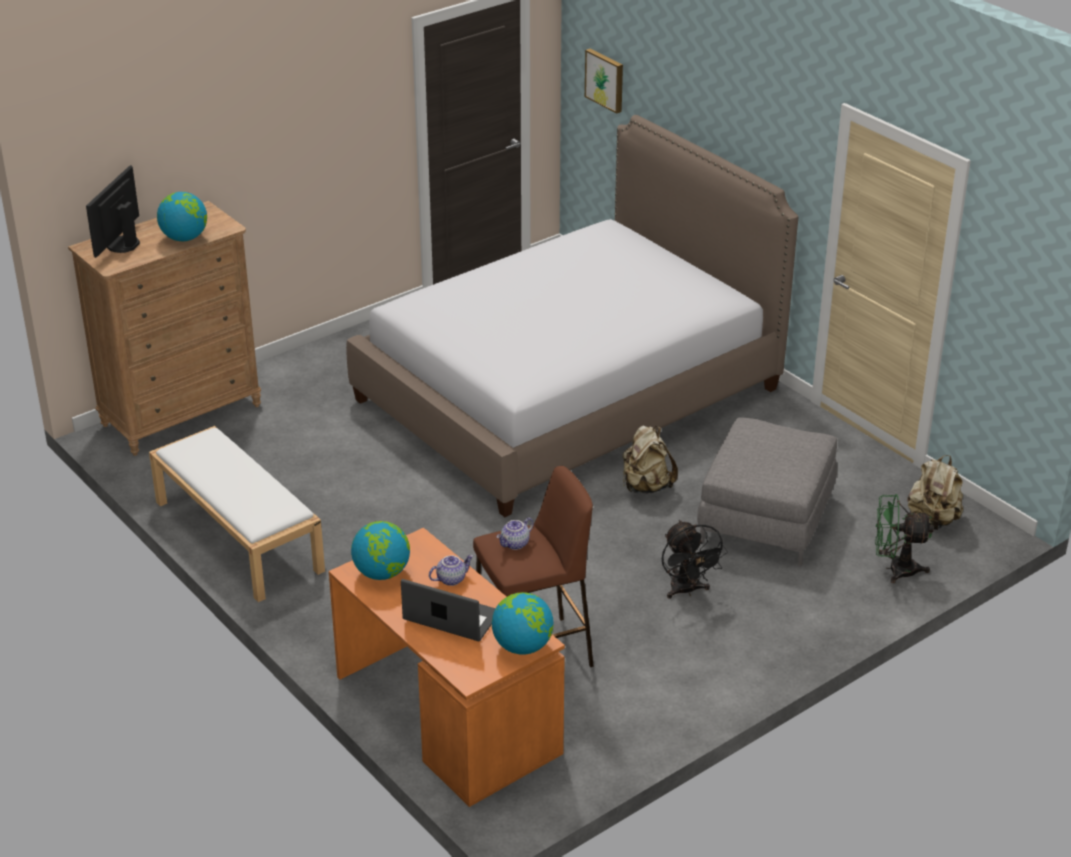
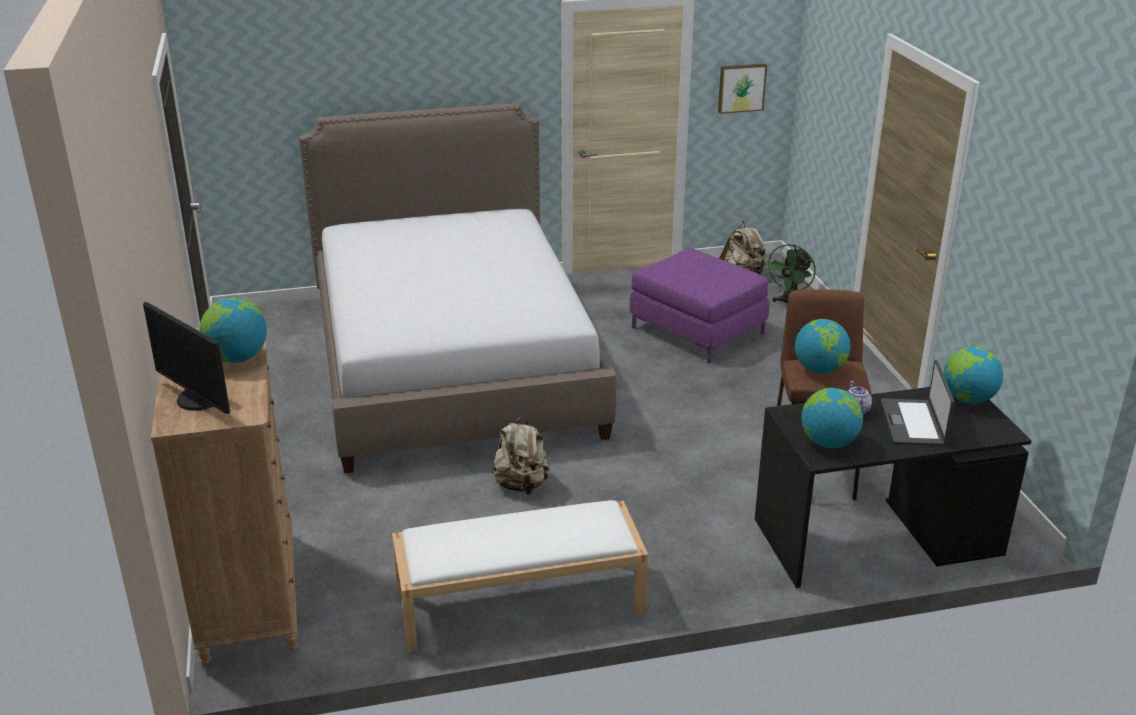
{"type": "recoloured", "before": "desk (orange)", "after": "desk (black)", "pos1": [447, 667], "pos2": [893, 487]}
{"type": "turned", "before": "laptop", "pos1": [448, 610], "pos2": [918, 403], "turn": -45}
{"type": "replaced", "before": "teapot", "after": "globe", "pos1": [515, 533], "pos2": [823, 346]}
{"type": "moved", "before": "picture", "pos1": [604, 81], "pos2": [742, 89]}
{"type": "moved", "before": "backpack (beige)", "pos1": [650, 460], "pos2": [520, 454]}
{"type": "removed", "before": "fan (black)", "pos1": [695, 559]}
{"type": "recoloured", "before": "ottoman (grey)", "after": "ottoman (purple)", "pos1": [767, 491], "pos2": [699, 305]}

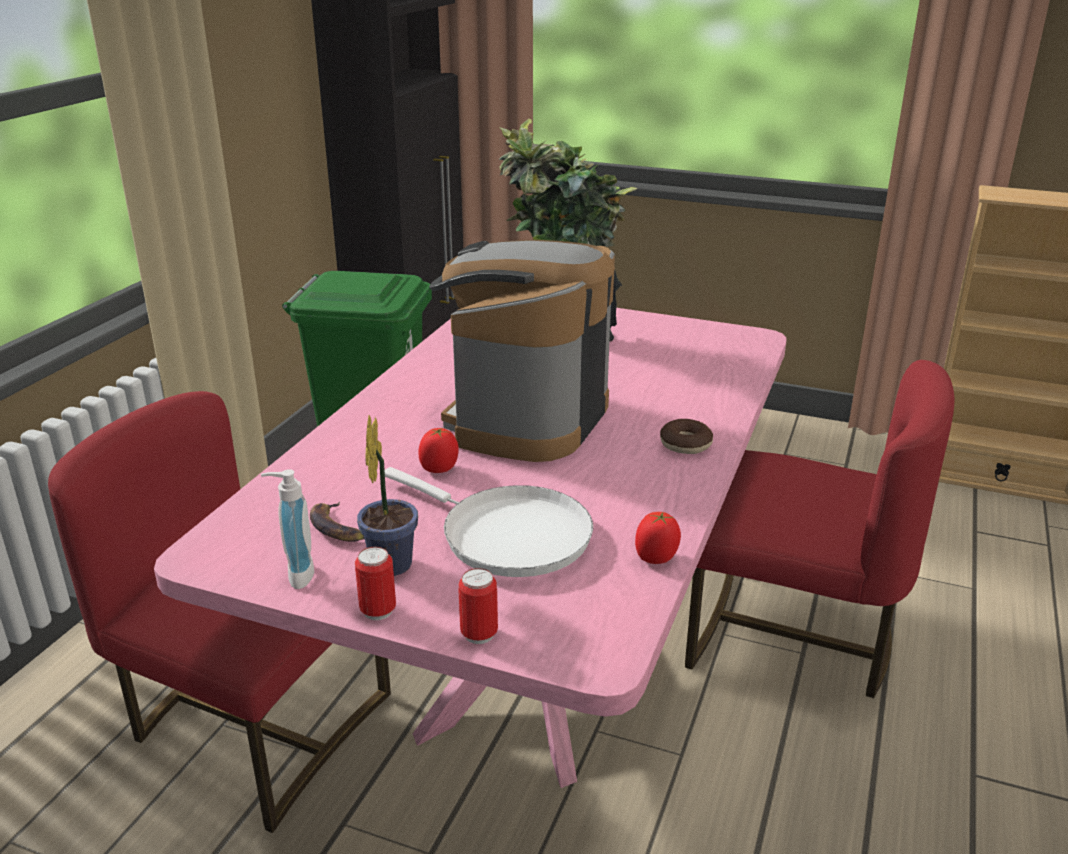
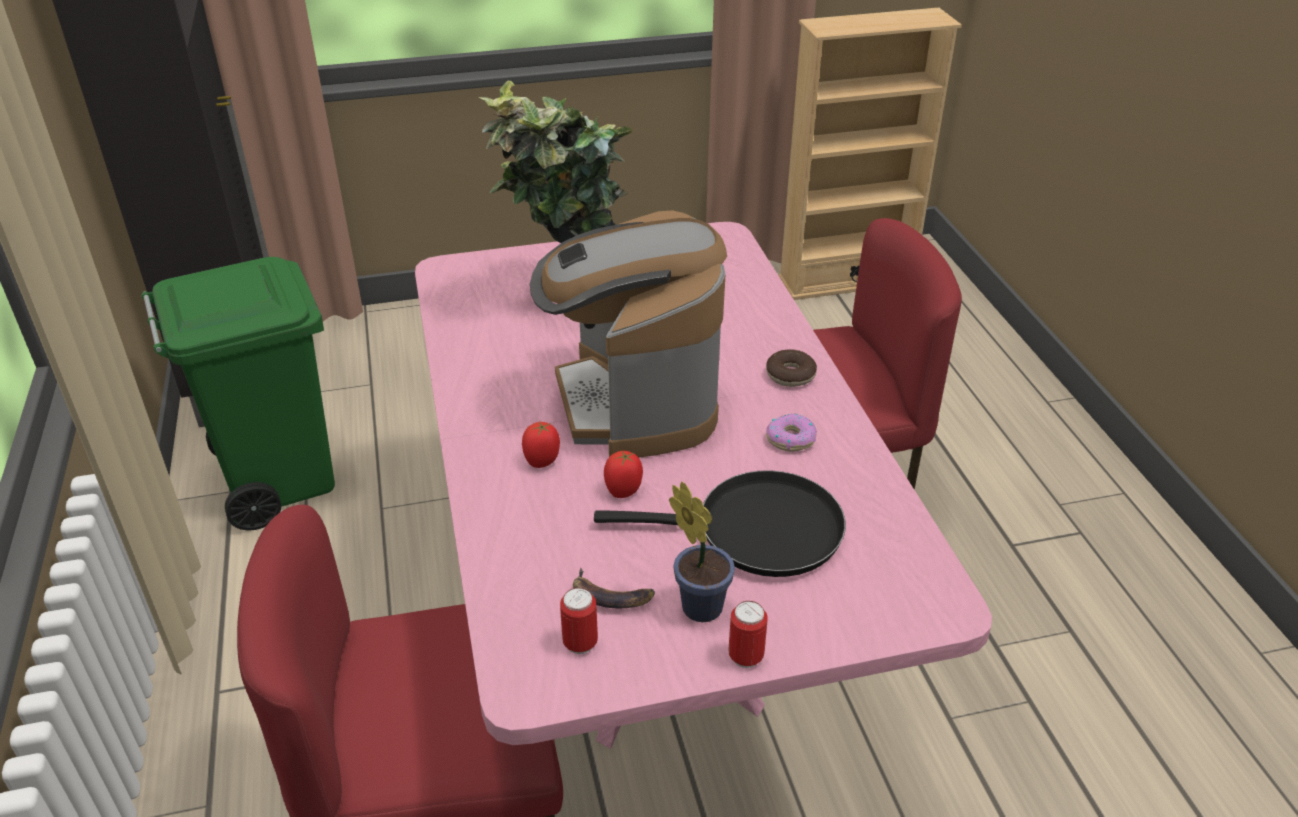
{"type": "removed", "before": "soap dispenser", "pos1": [287, 529]}
{"type": "recoloured", "before": "frying pan (white)", "after": "frying pan (black)", "pos1": [489, 522], "pos2": [720, 523]}
{"type": "moved", "before": "can", "pos1": [478, 606], "pos2": [579, 620]}
{"type": "moved", "before": "tomato", "pos1": [658, 538], "pos2": [541, 445]}
{"type": "added", "after": "donut", "pos2": [791, 433]}

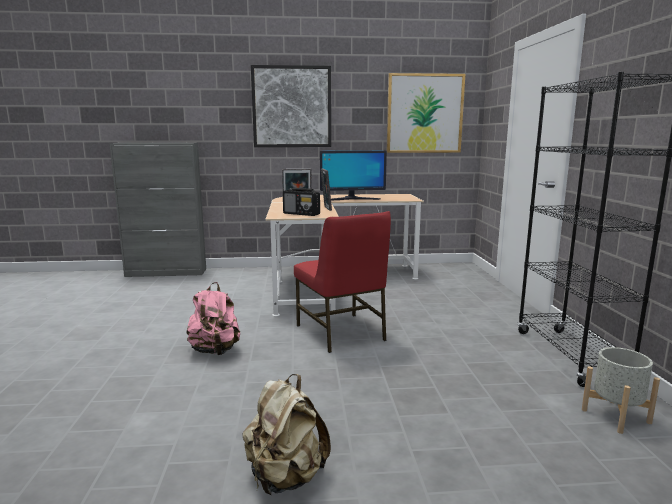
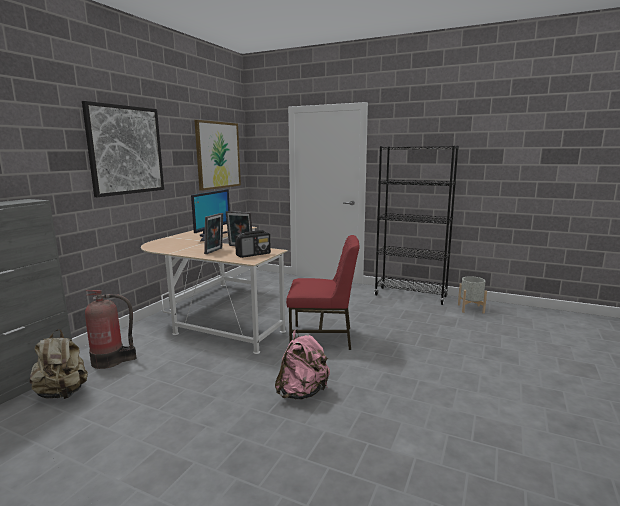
{"type": "moved", "before": "backpack (beige)", "pos1": [286, 434], "pos2": [58, 364]}
{"type": "added", "after": "fire extinguisher", "pos2": [110, 329]}

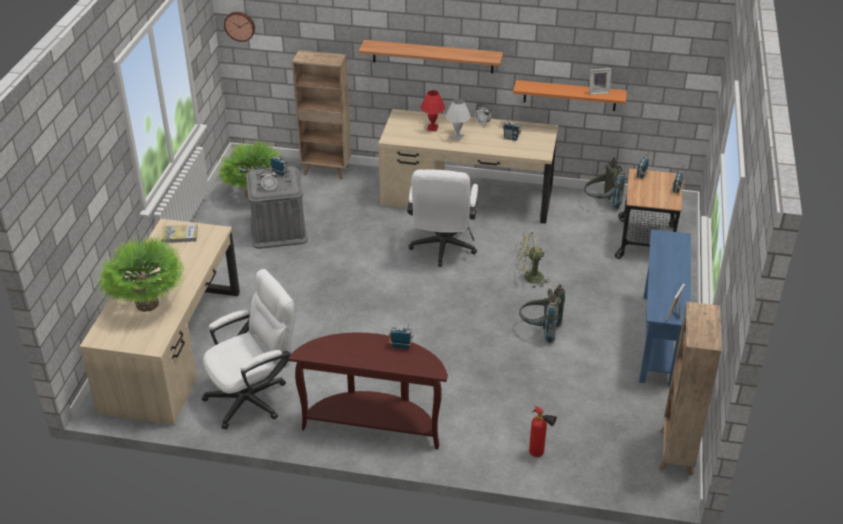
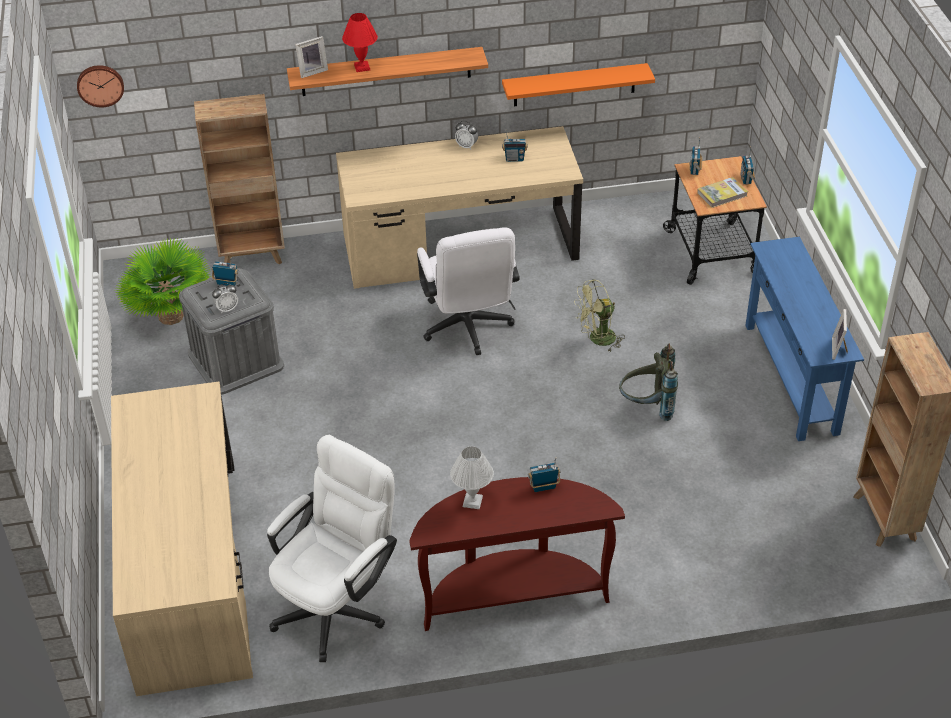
{"type": "removed", "before": "potted plant", "pos1": [140, 274]}
{"type": "moved", "before": "book", "pos1": [179, 233], "pos2": [722, 192]}
{"type": "moved", "before": "table lamp (red)", "pos1": [433, 110], "pos2": [360, 42]}
{"type": "moved", "before": "table lamp (white)", "pos1": [458, 119], "pos2": [472, 477]}
{"type": "removed", "before": "fire extinguisher", "pos1": [543, 431]}
{"type": "removed", "before": "backpack (grey)", "pos1": [604, 183]}
{"type": "moved", "before": "picture frame", "pos1": [600, 81], "pos2": [311, 57]}

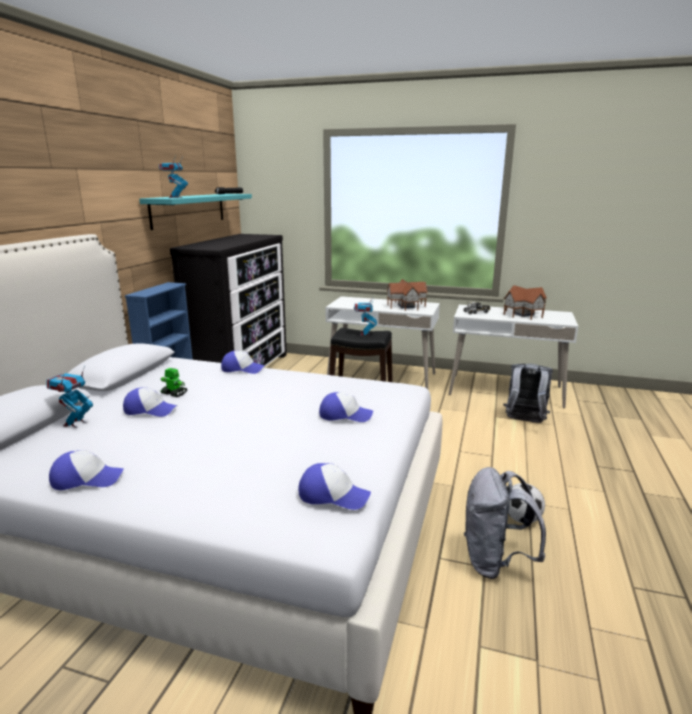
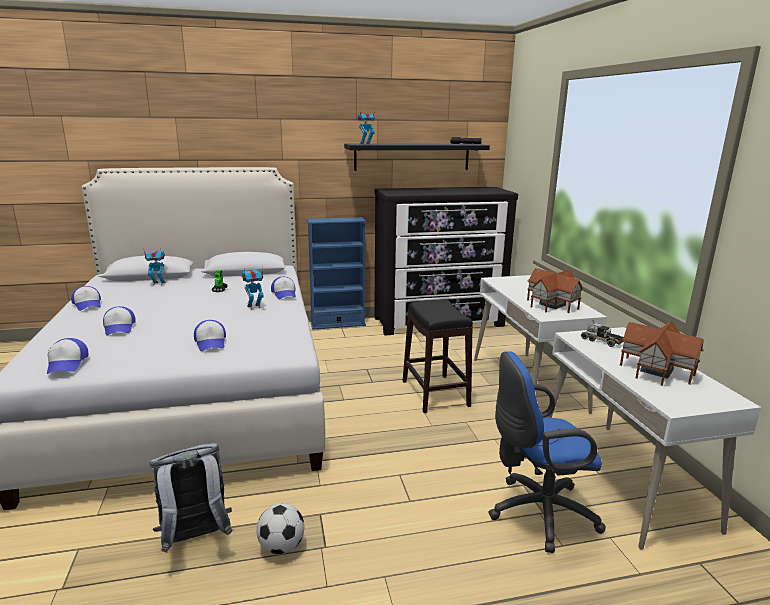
{"type": "moved", "before": "cap", "pos1": [150, 402], "pos2": [119, 321]}
{"type": "recoloured", "before": "shelf (turquoise)", "after": "shelf (black)", "pos1": [195, 212], "pos2": [417, 157]}
{"type": "moved", "before": "toy robot", "pos1": [365, 316], "pos2": [253, 288]}
{"type": "replaced", "before": "backpack (grey)", "after": "office chair (blue)", "pos1": [528, 393], "pos2": [547, 452]}

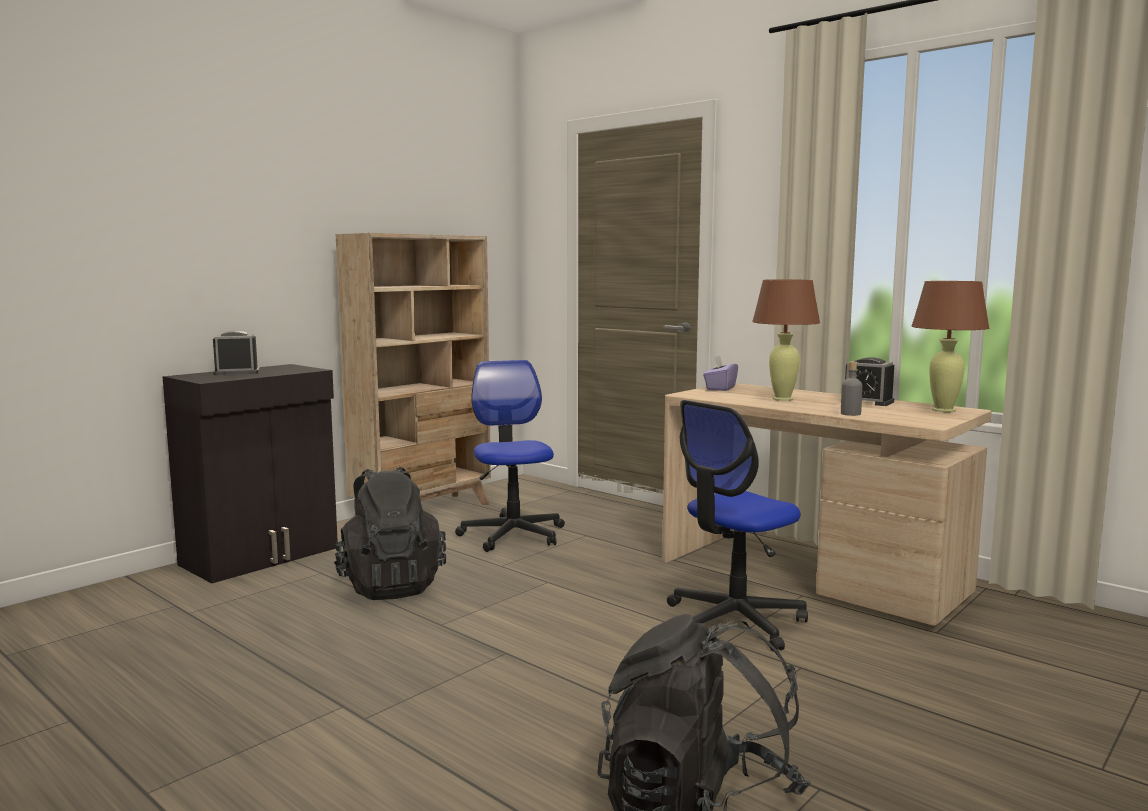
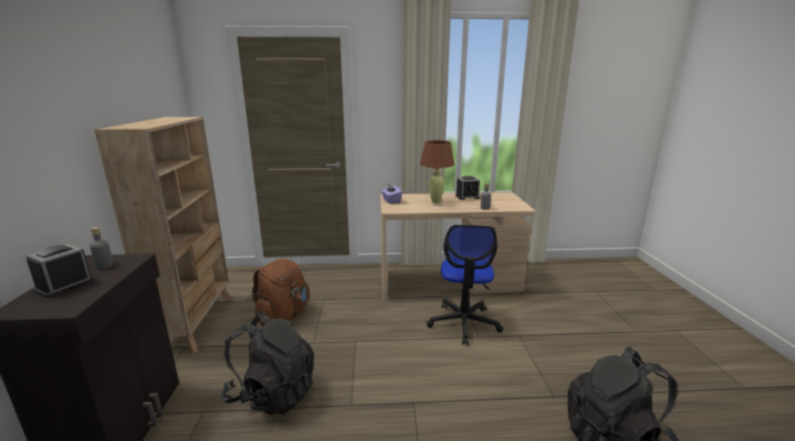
{"type": "replaced", "before": "office chair", "after": "backpack (brown)", "pos1": [510, 456], "pos2": [280, 292]}
{"type": "removed", "before": "table lamp (brown)", "pos1": [950, 346]}
{"type": "added", "after": "bottle (grey)", "pos2": [102, 248]}

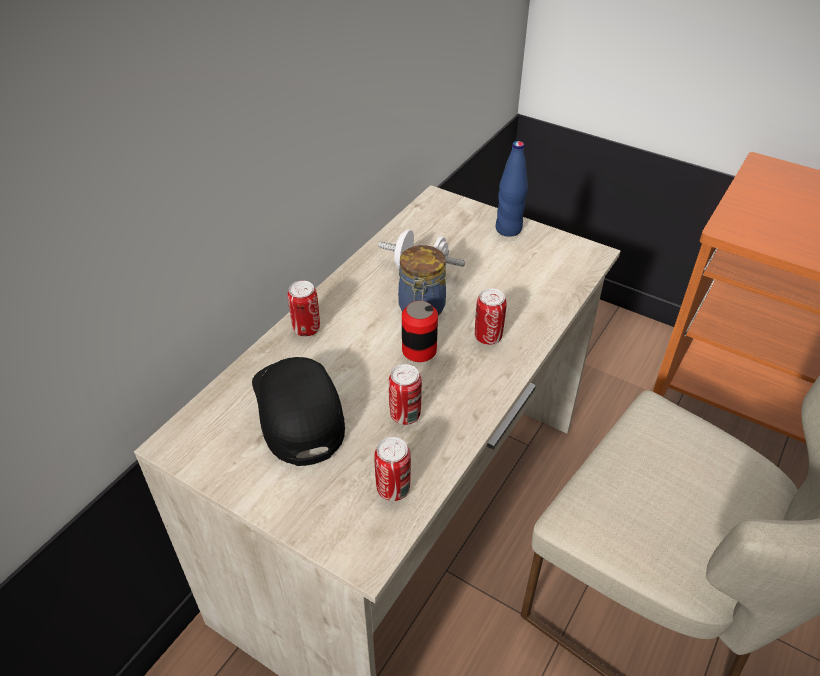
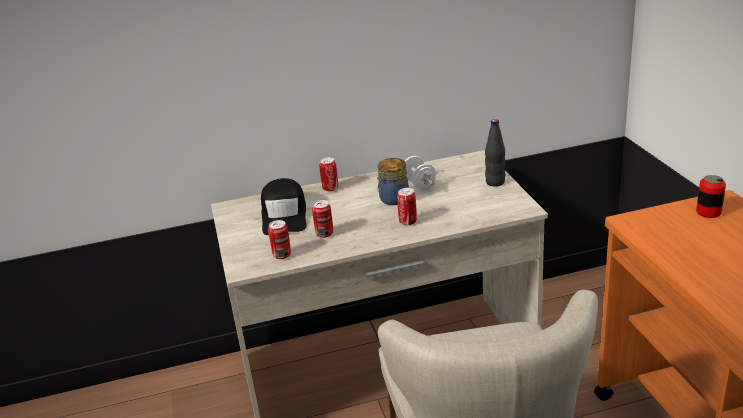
{"type": "turned", "before": "cap (black)", "pos1": [298, 411], "pos2": [284, 206], "turn": 150}
{"type": "moved", "before": "can", "pos1": [420, 331], "pos2": [711, 196]}
{"type": "recoloured", "before": "bottle (blue)", "after": "bottle (black)", "pos1": [511, 189], "pos2": [495, 152]}

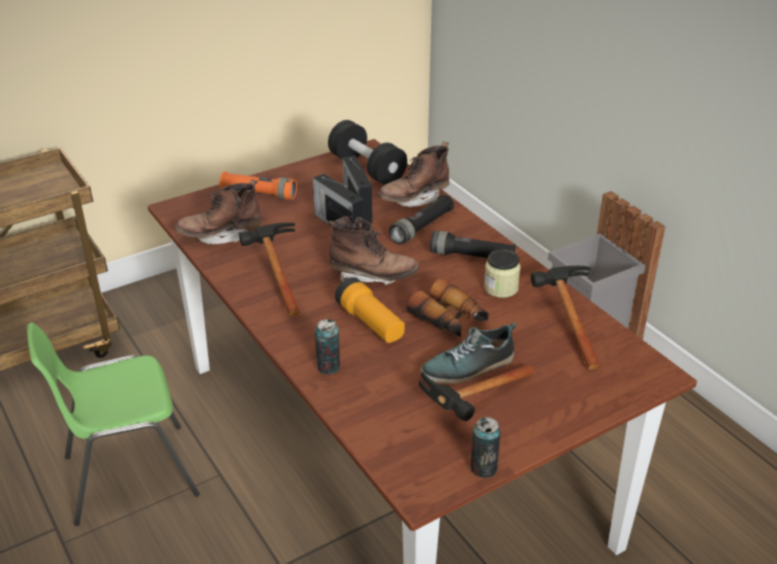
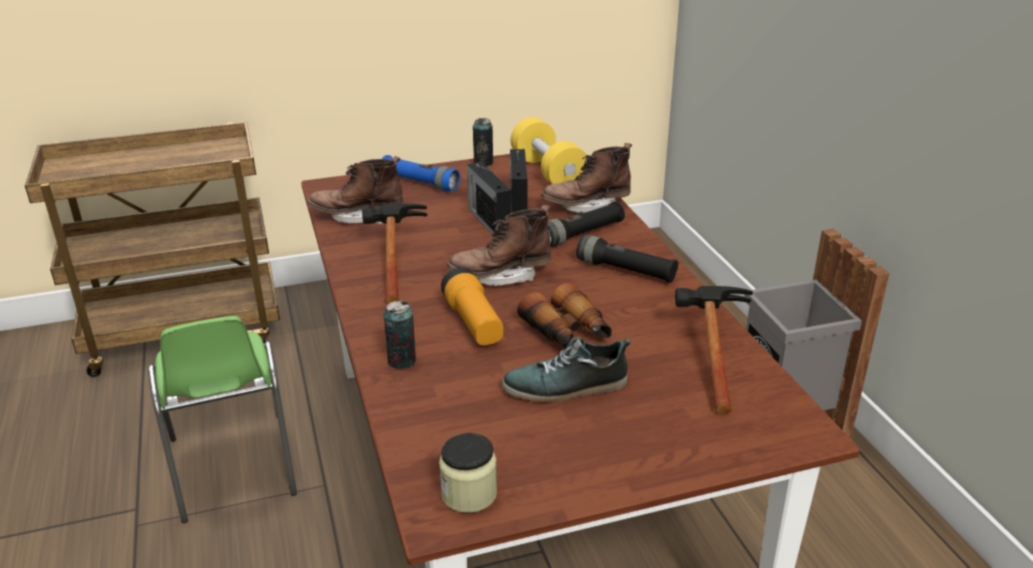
{"type": "turned", "before": "chair (green)", "pos1": [113, 424], "pos2": [222, 419], "turn": -105}
{"type": "recoloured", "before": "flashlight (orange)", "after": "flashlight (blue)", "pos1": [258, 185], "pos2": [421, 173]}
{"type": "recoloured", "before": "dumbbell (black)", "after": "dumbbell (yellow)", "pos1": [367, 152], "pos2": [548, 150]}
{"type": "turned", "before": "boot (brown)", "pos1": [373, 250], "pos2": [499, 245], "turn": 135}
{"type": "removed", "before": "hammer", "pos1": [476, 393]}
{"type": "moved", "before": "can", "pos1": [485, 447], "pos2": [483, 142]}
{"type": "moved", "before": "jar", "pos1": [502, 274], "pos2": [468, 473]}

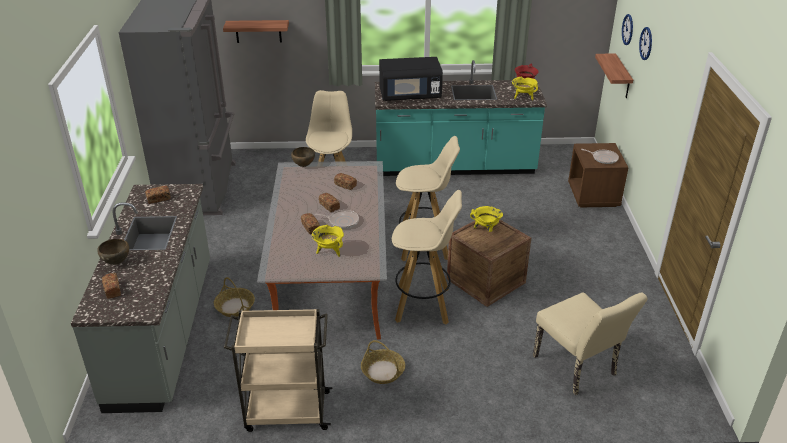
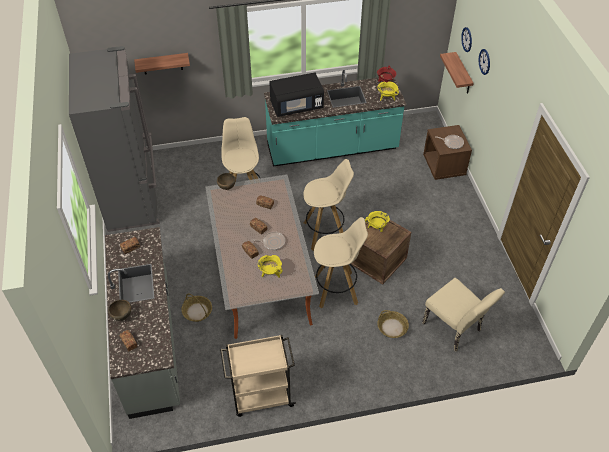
{"type": "moved", "before": "basket", "pos1": [383, 362], "pos2": [393, 324]}

